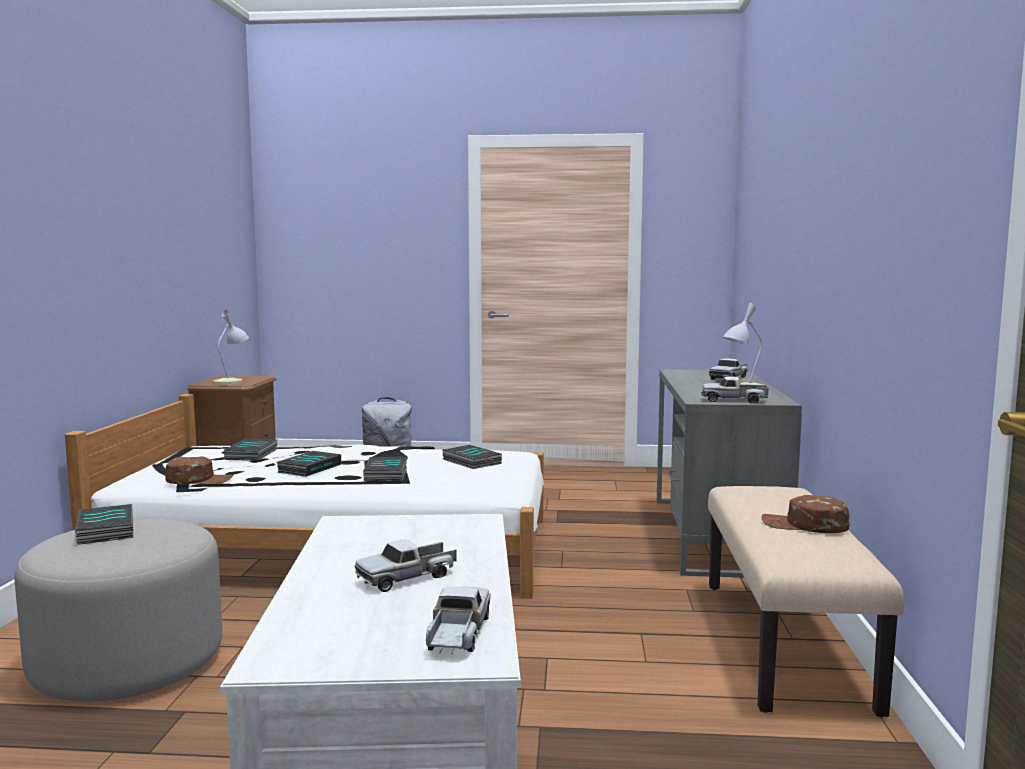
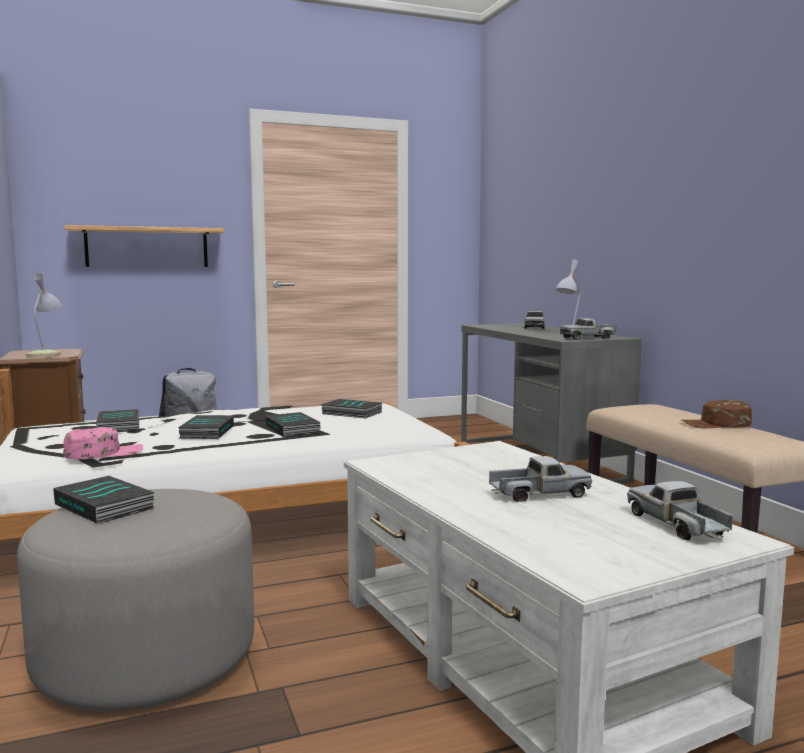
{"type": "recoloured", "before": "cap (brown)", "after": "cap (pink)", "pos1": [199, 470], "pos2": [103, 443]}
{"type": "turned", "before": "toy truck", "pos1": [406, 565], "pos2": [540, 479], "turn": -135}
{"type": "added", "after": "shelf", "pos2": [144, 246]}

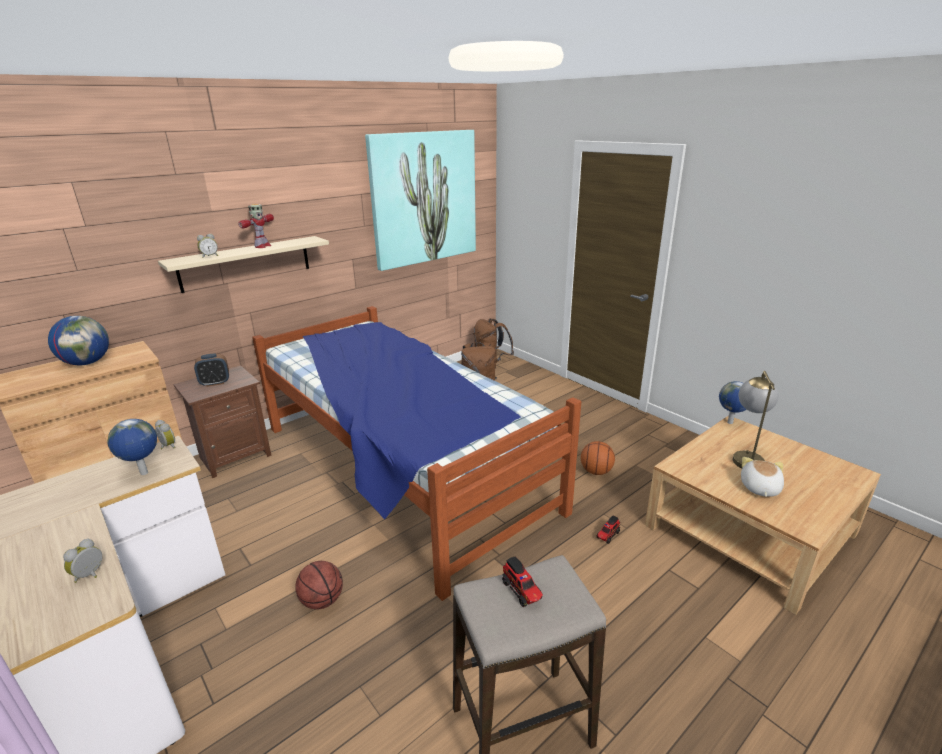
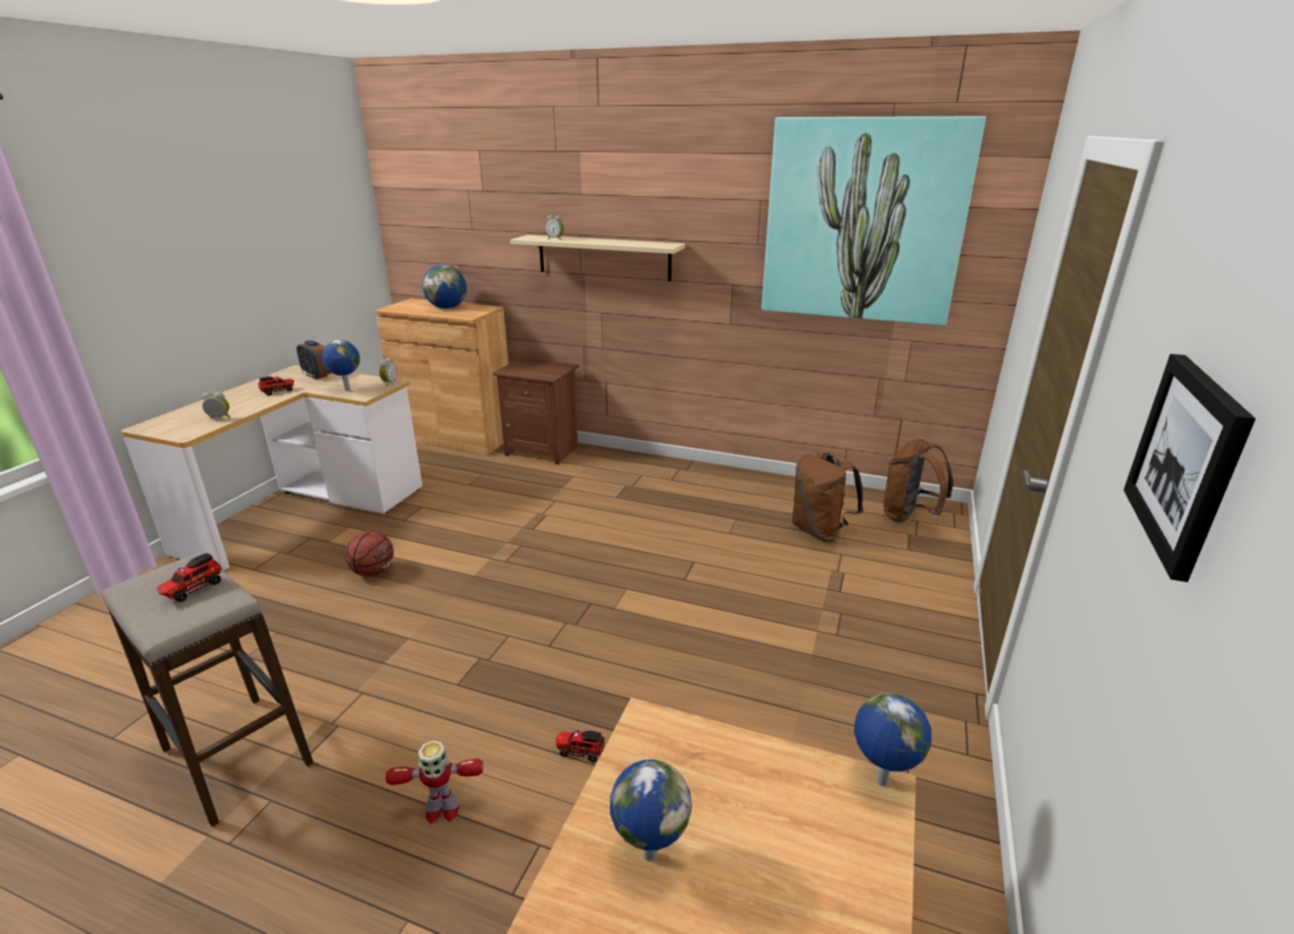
{"type": "moved", "before": "alarm clock", "pos1": [211, 370], "pos2": [313, 359]}
{"type": "moved", "before": "toy robot", "pos1": [256, 226], "pos2": [434, 782]}
{"type": "removed", "before": "bed", "pos1": [416, 453]}
{"type": "removed", "before": "basketball", "pos1": [598, 458]}
{"type": "removed", "before": "table lamp", "pos1": [756, 419]}
{"type": "replaced", "before": "plush toy", "after": "globe", "pos1": [762, 477], "pos2": [651, 810]}
{"type": "added", "after": "toy truck", "pos2": [276, 386]}
{"type": "added", "after": "picture", "pos2": [1190, 468]}

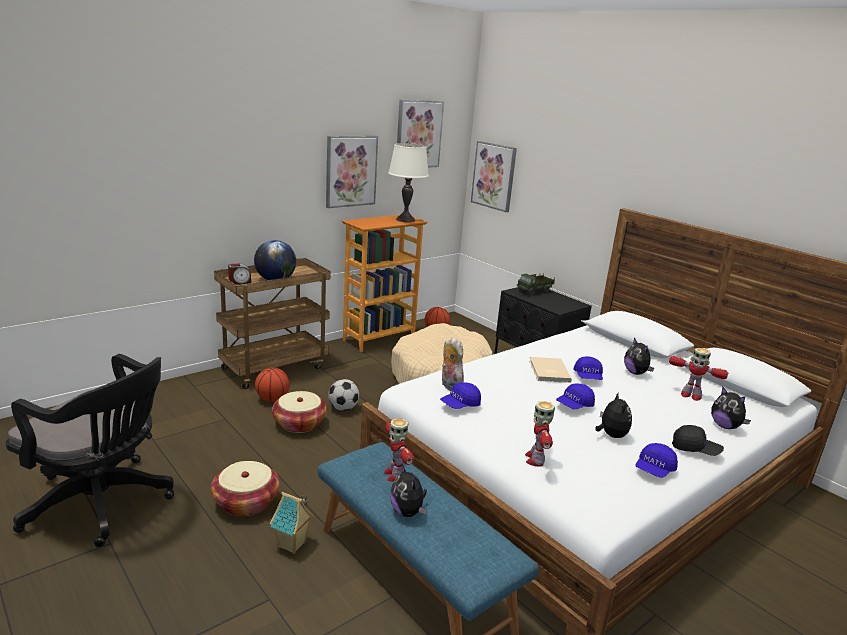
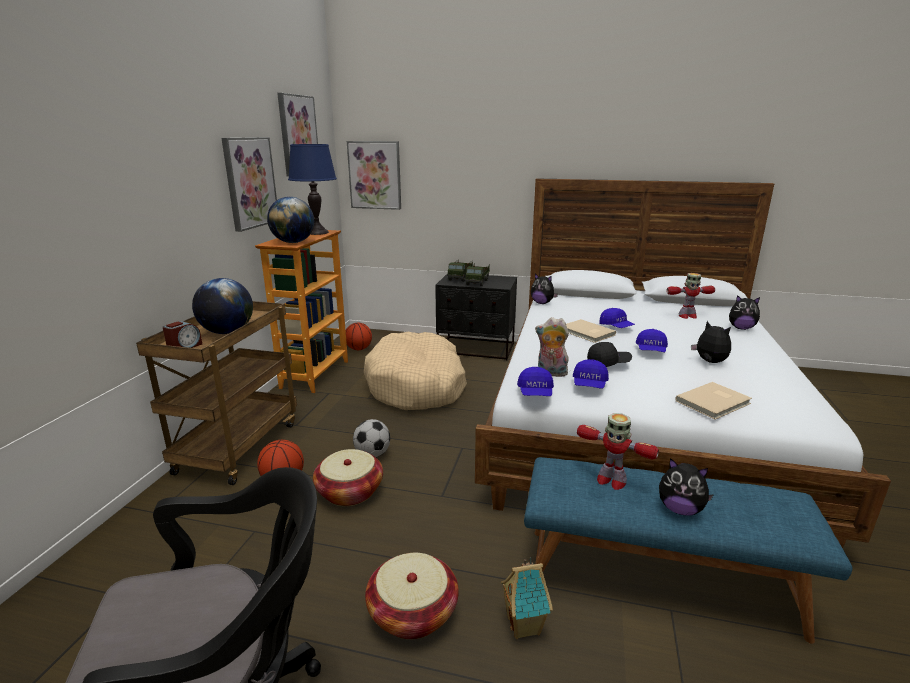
{"type": "recoloured", "before": "table lamp (white)", "after": "table lamp (blue)", "pos1": [408, 182], "pos2": [312, 189]}
{"type": "replaced", "before": "toy robot", "after": "book (beige)", "pos1": [540, 434], "pos2": [713, 400]}
{"type": "moved", "before": "plush toy", "pos1": [639, 356], "pos2": [544, 289]}
{"type": "moved", "before": "cap (blue)", "pos1": [656, 460], "pos2": [535, 381]}
{"type": "moved", "before": "cap (black)", "pos1": [698, 440], "pos2": [609, 354]}
{"type": "added", "after": "globe", "pos2": [290, 220]}
{"type": "added", "after": "toy truck", "pos2": [477, 274]}

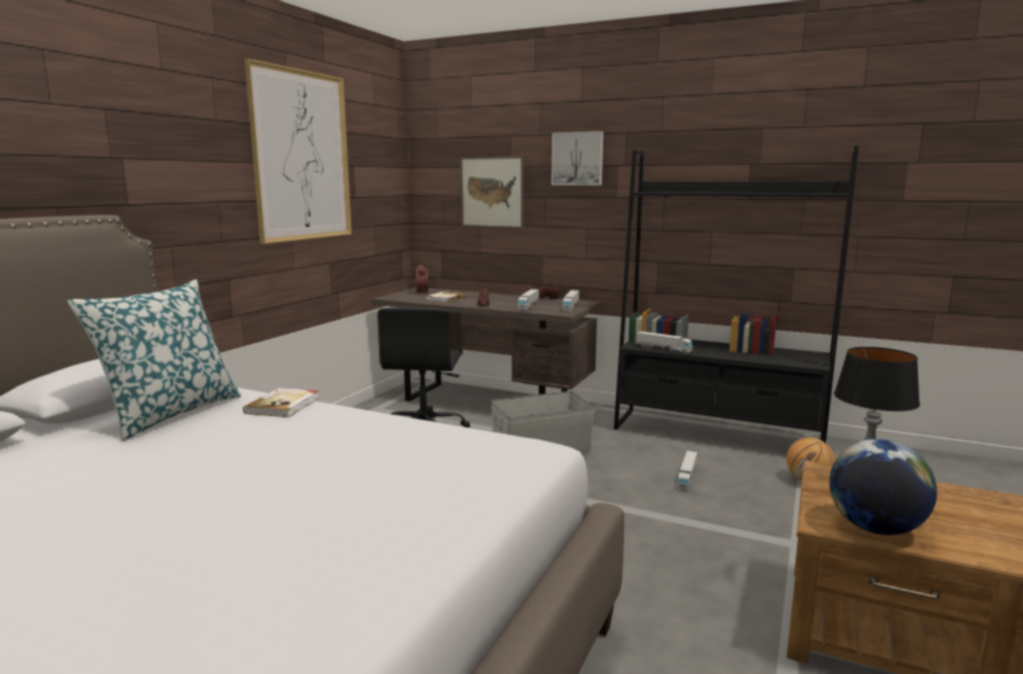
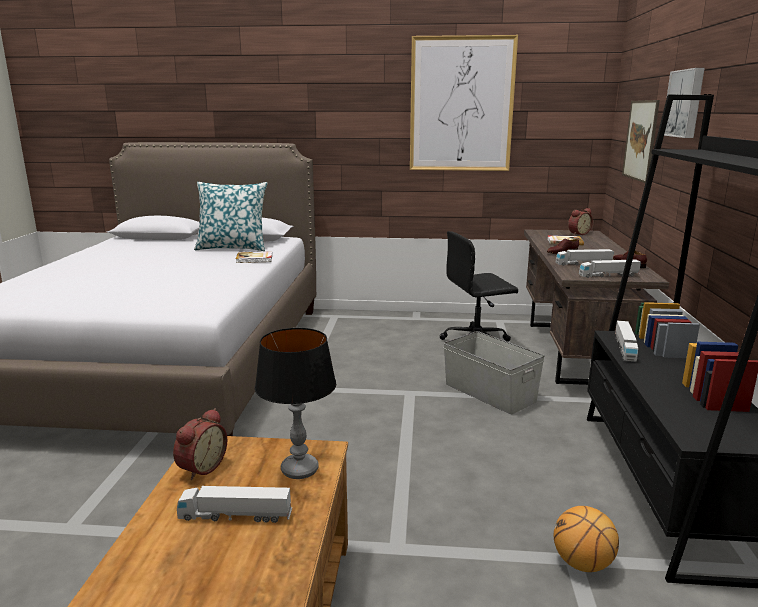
{"type": "moved", "before": "toy truck", "pos1": [687, 471], "pos2": [234, 504]}
{"type": "replaced", "before": "globe", "after": "alarm clock", "pos1": [883, 487], "pos2": [200, 444]}

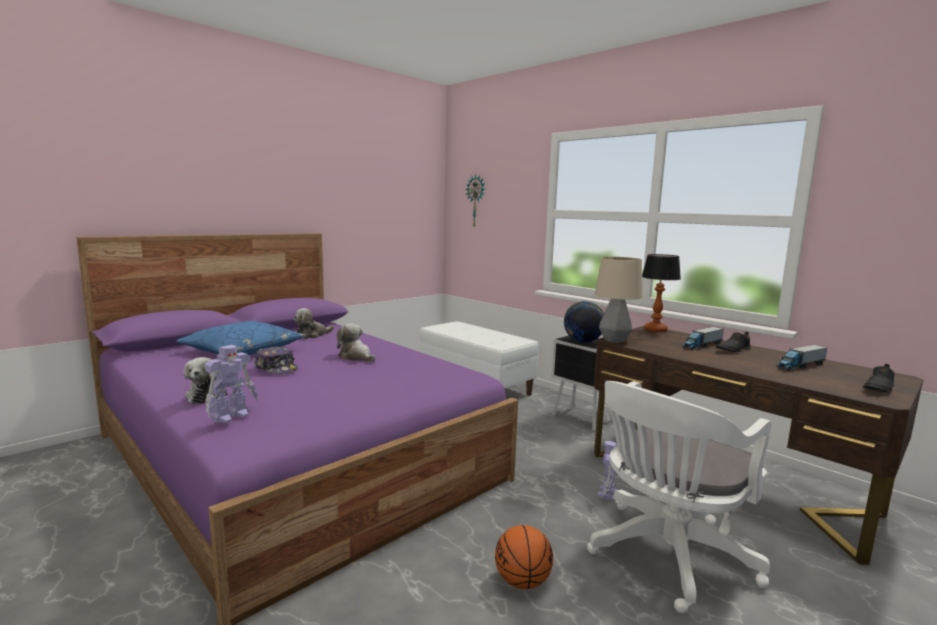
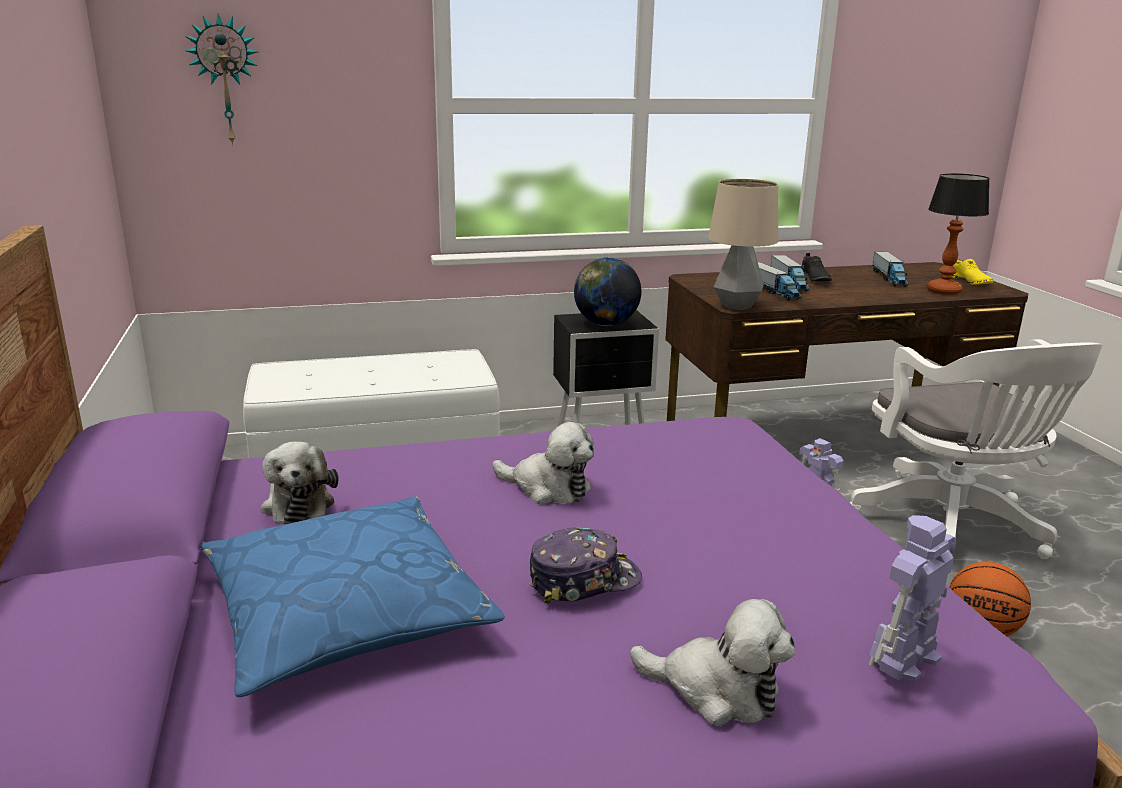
{"type": "turned", "before": "toy robot", "pos1": [231, 384], "pos2": [912, 598], "turn": -105}
{"type": "turned", "before": "plush toy", "pos1": [356, 342], "pos2": [543, 463], "turn": -135}
{"type": "moved", "before": "table lamp", "pos1": [661, 293], "pos2": [958, 234]}
{"type": "recoloured", "before": "shoe (black)", "after": "shoe (yellow)", "pos1": [879, 378], "pos2": [973, 272]}
{"type": "added", "after": "toy truck", "pos2": [780, 281]}

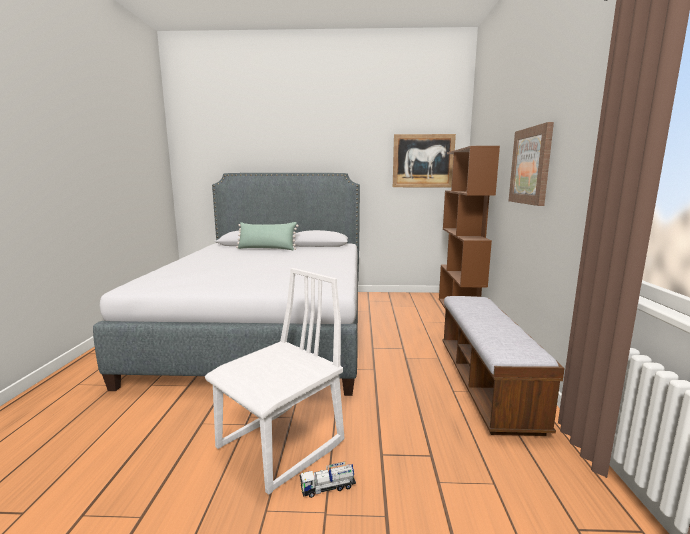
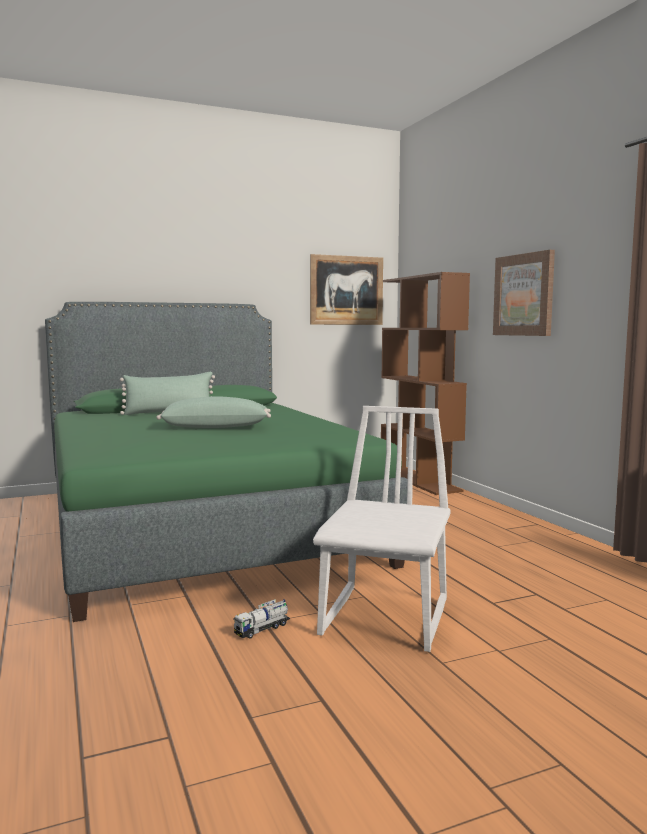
{"type": "recoloured", "before": "bed (grey)", "after": "bed (green)", "pos1": [226, 284], "pos2": [226, 462]}
{"type": "moved", "before": "toy truck", "pos1": [327, 480], "pos2": [262, 619]}
{"type": "removed", "before": "bench", "pos1": [503, 366]}
{"type": "added", "after": "pillow (green)", "pos2": [213, 412]}

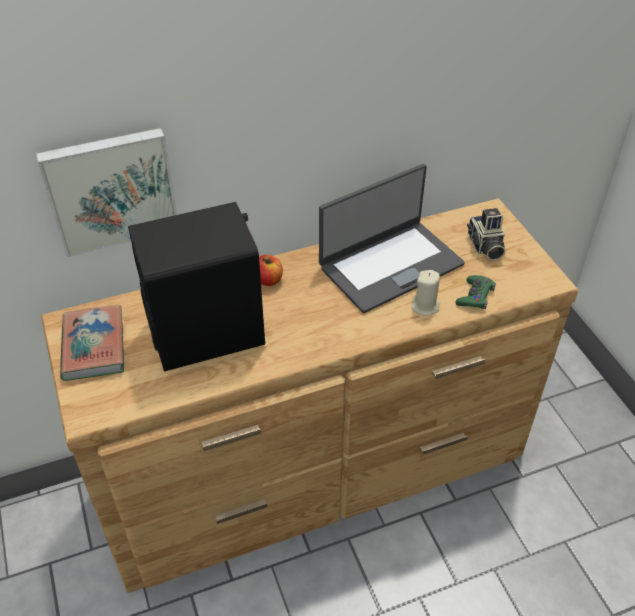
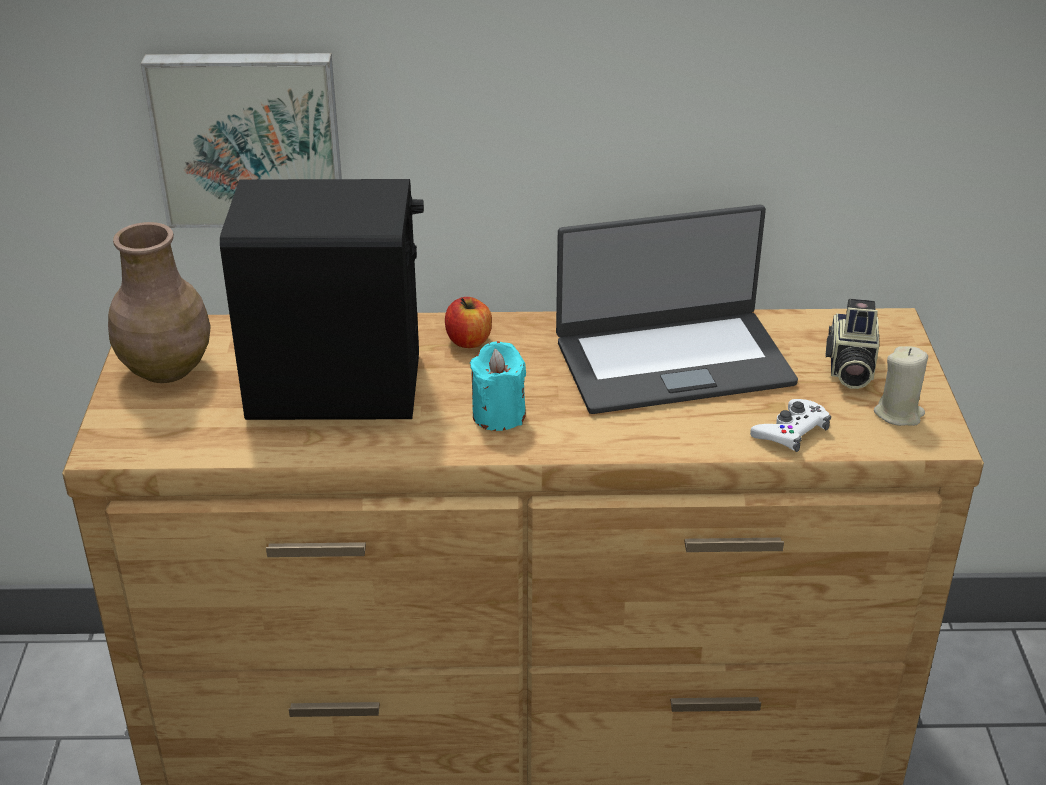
{"type": "replaced", "before": "book", "after": "vase (brown)", "pos1": [92, 343], "pos2": [159, 302]}
{"type": "moved", "before": "candle (beige)", "pos1": [425, 293], "pos2": [901, 386]}
{"type": "recoloured", "before": "game controller (green)", "after": "game controller (white)", "pos1": [476, 292], "pos2": [790, 425]}
{"type": "added", "after": "candle (turquoise)", "pos2": [498, 386]}

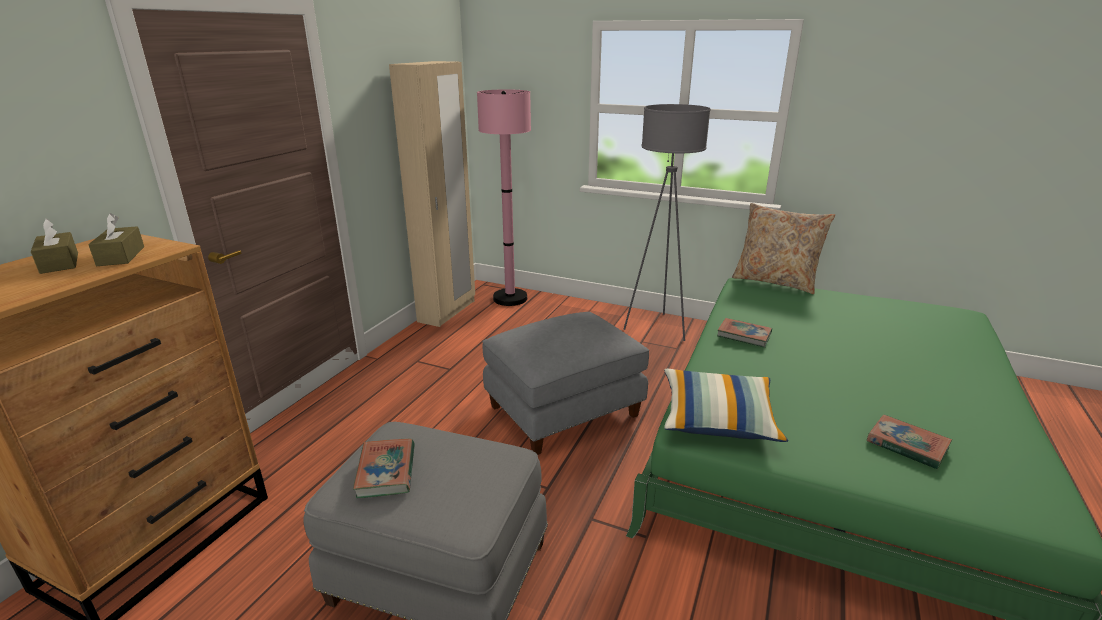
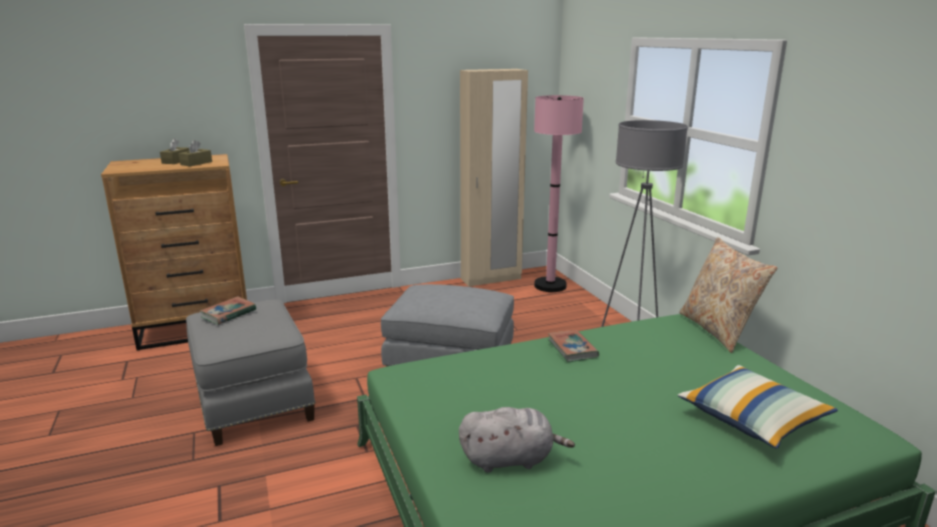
{"type": "moved", "before": "pillow", "pos1": [726, 405], "pos2": [758, 407]}
{"type": "replaced", "before": "book", "after": "plush toy (grey)", "pos1": [909, 441], "pos2": [517, 440]}

